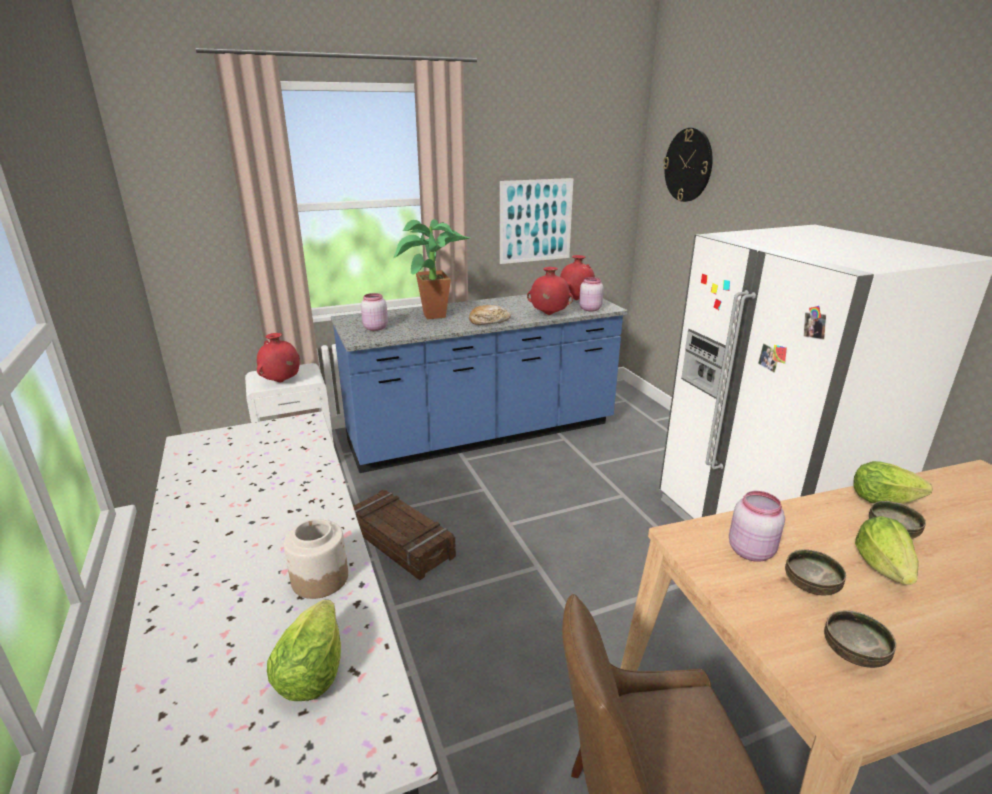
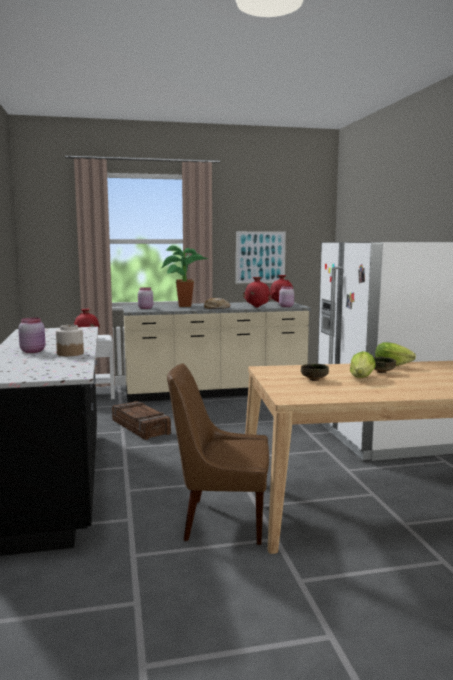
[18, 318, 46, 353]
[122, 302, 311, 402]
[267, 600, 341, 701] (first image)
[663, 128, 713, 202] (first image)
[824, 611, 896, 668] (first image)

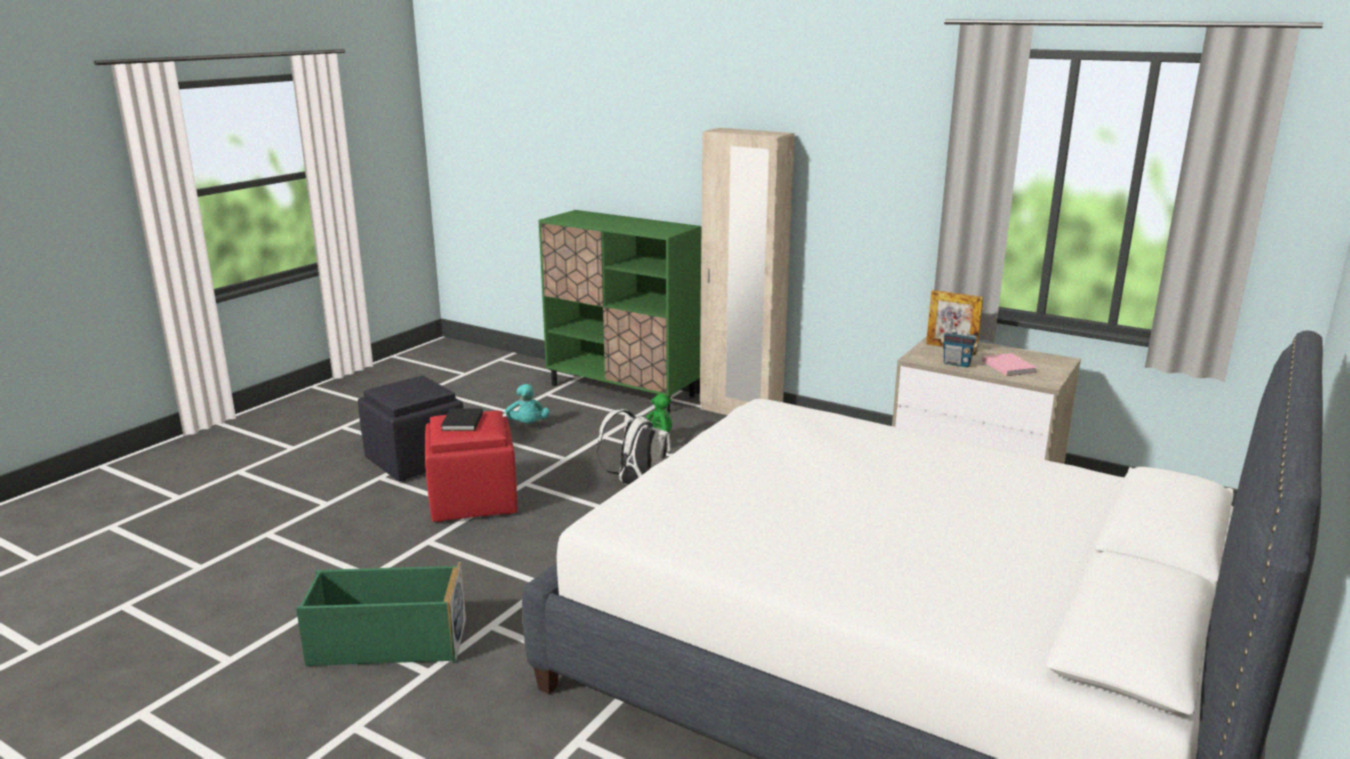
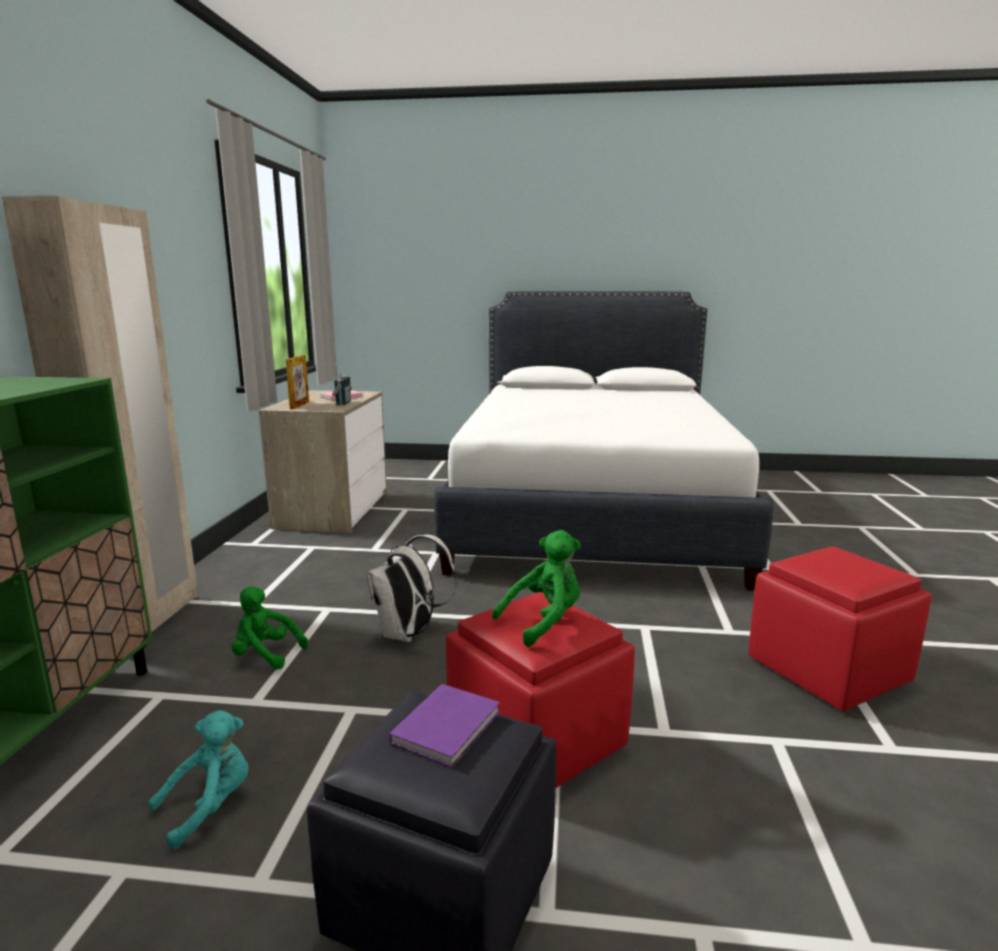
[389, 684, 500, 768]
[492, 530, 581, 647]
[748, 547, 932, 711]

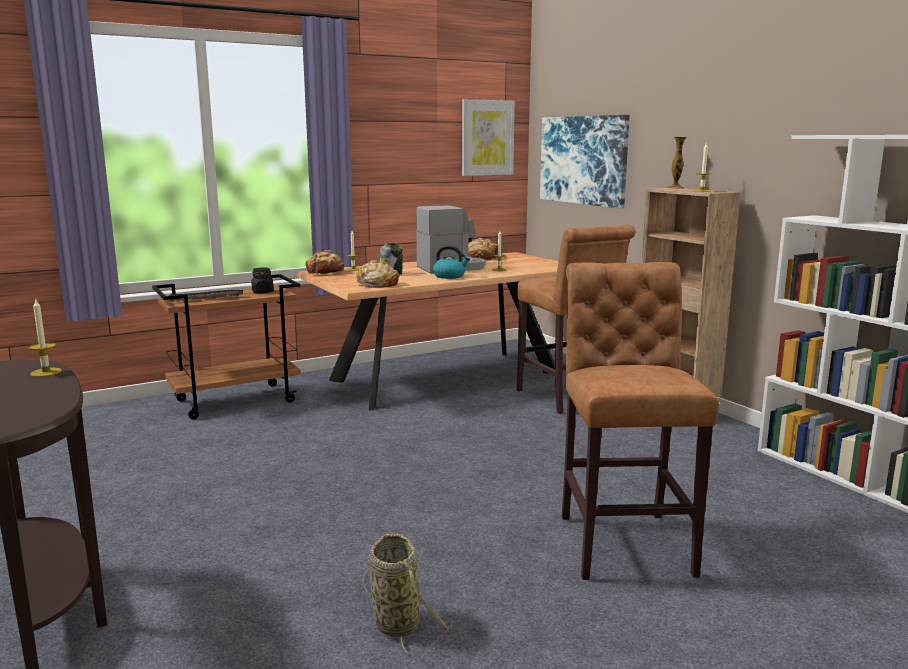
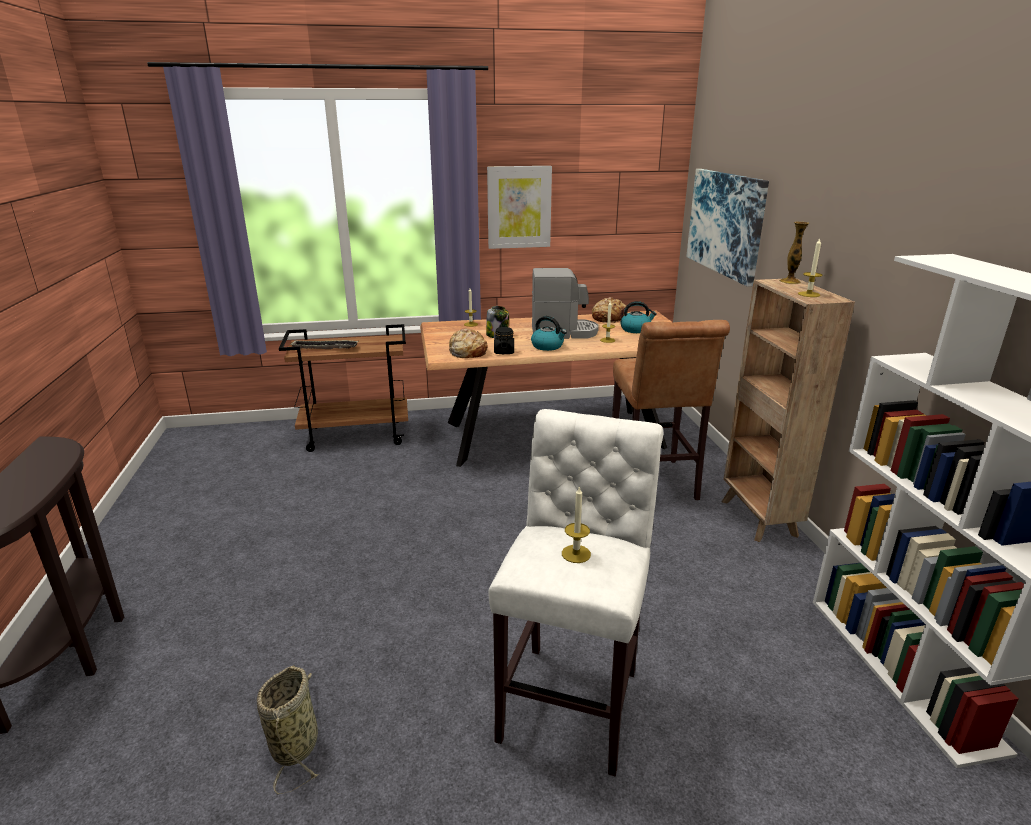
[487, 166, 552, 249]
[489, 409, 664, 776]
[494, 327, 514, 354]
[562, 486, 591, 563]
[620, 301, 657, 333]
[305, 250, 344, 274] (first image)

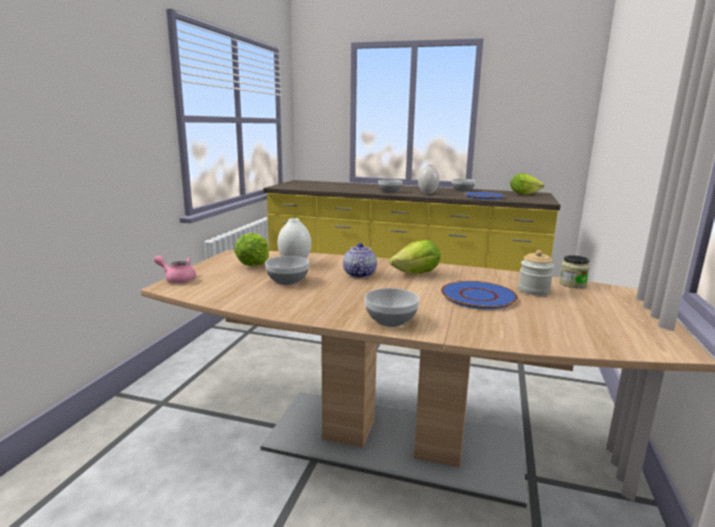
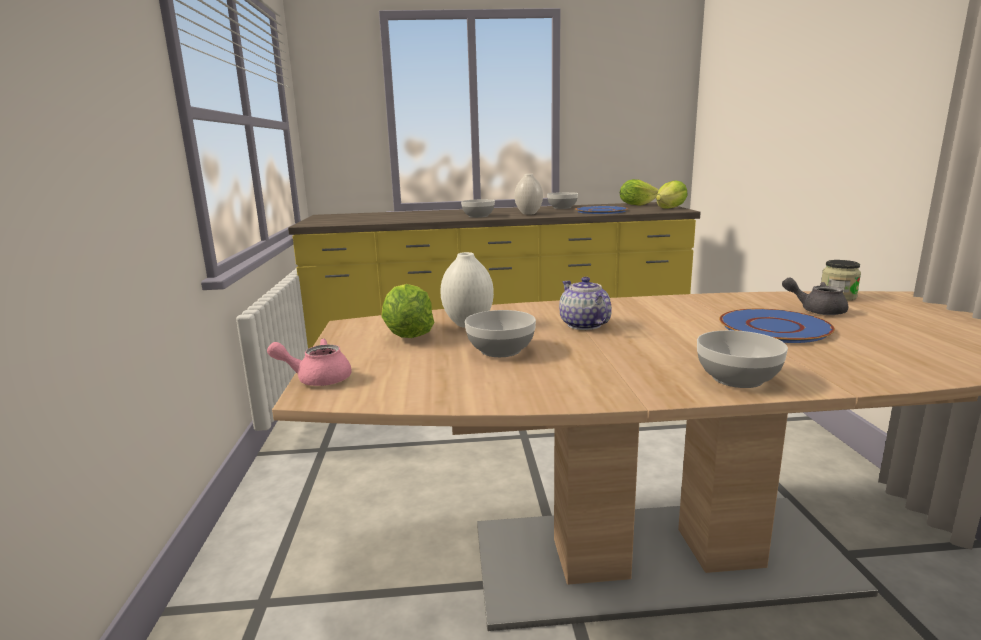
[656, 180, 688, 209]
[782, 277, 848, 315]

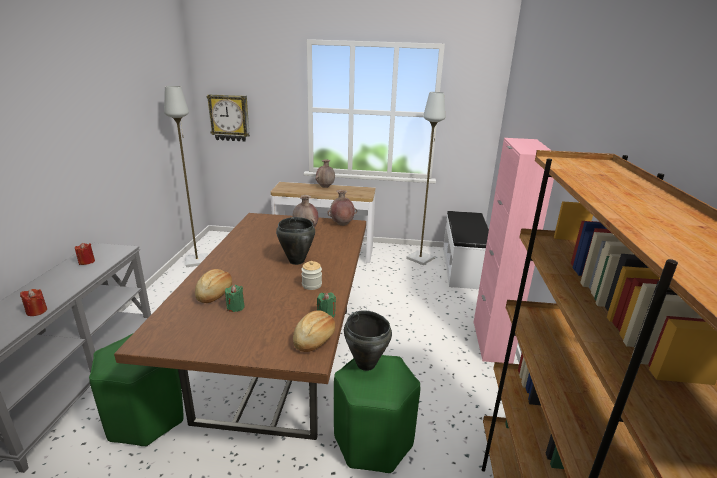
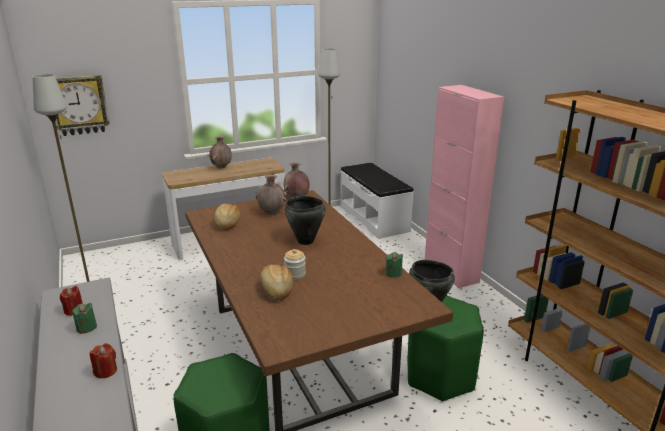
[72, 303, 97, 334]
[214, 204, 240, 230]
[284, 249, 306, 280]

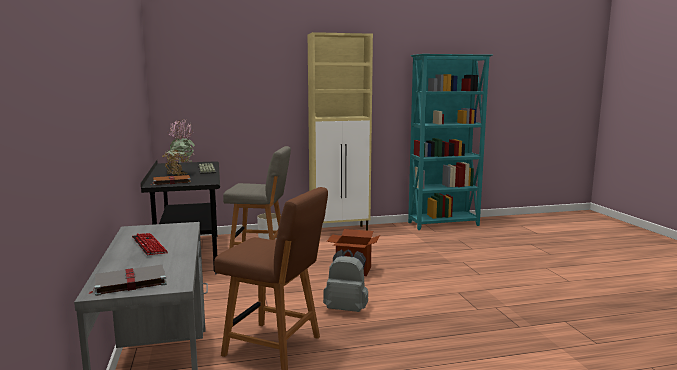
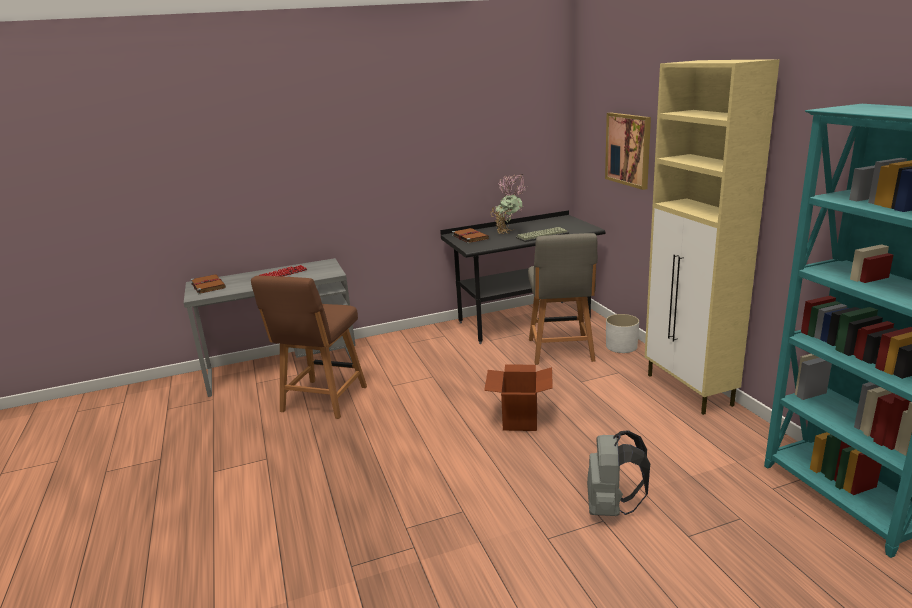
[190, 274, 226, 294]
[587, 430, 650, 516]
[605, 113, 651, 190]

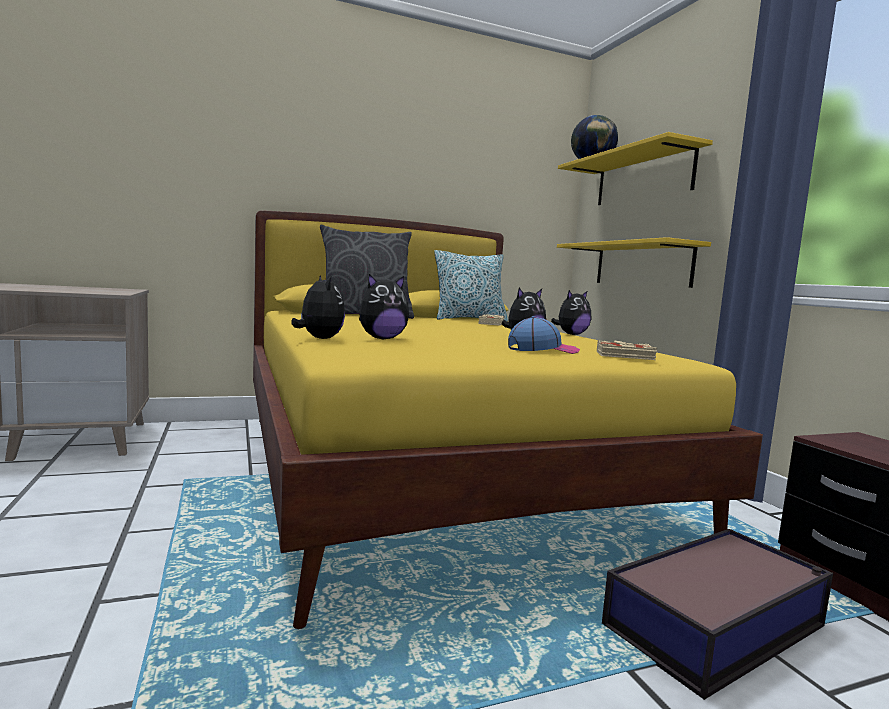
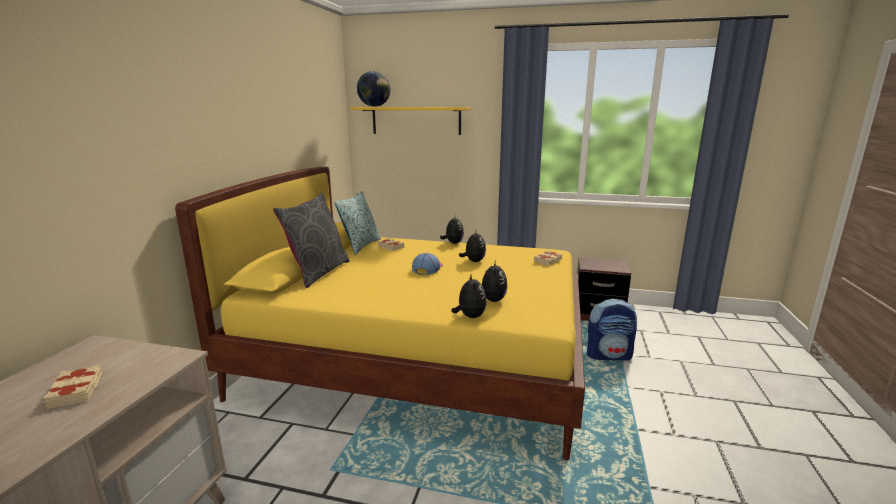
[43, 365, 102, 409]
[412, 253, 443, 275]
[452, 273, 487, 318]
[587, 299, 637, 361]
[557, 237, 711, 288] (first image)

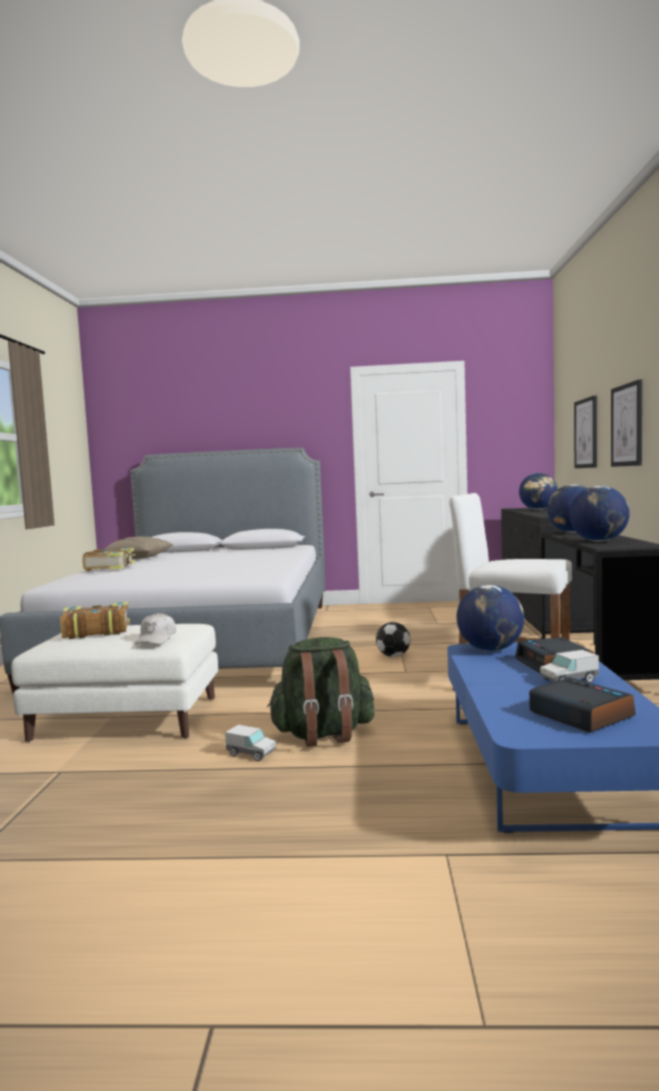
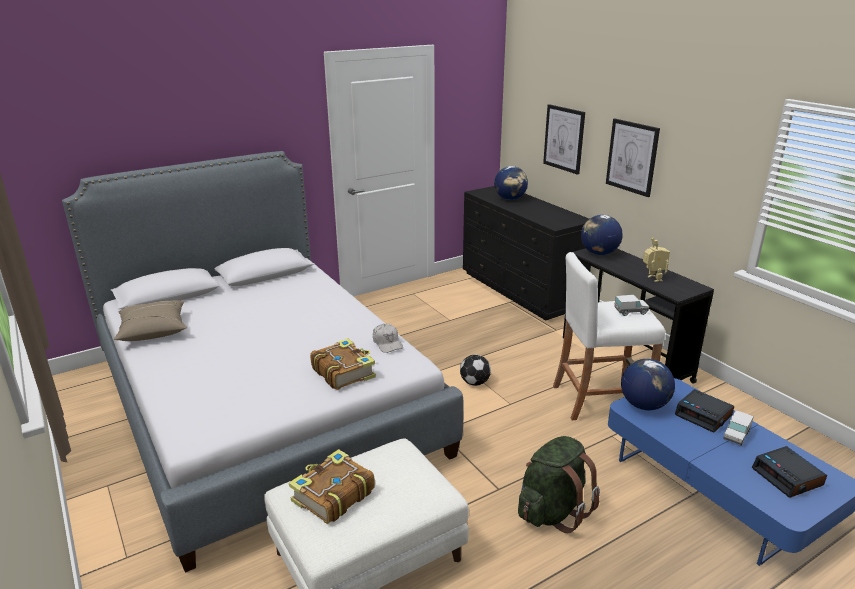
[310, 338, 376, 390]
[373, 324, 403, 353]
[614, 295, 649, 316]
[643, 238, 670, 282]
[752, 446, 827, 498]

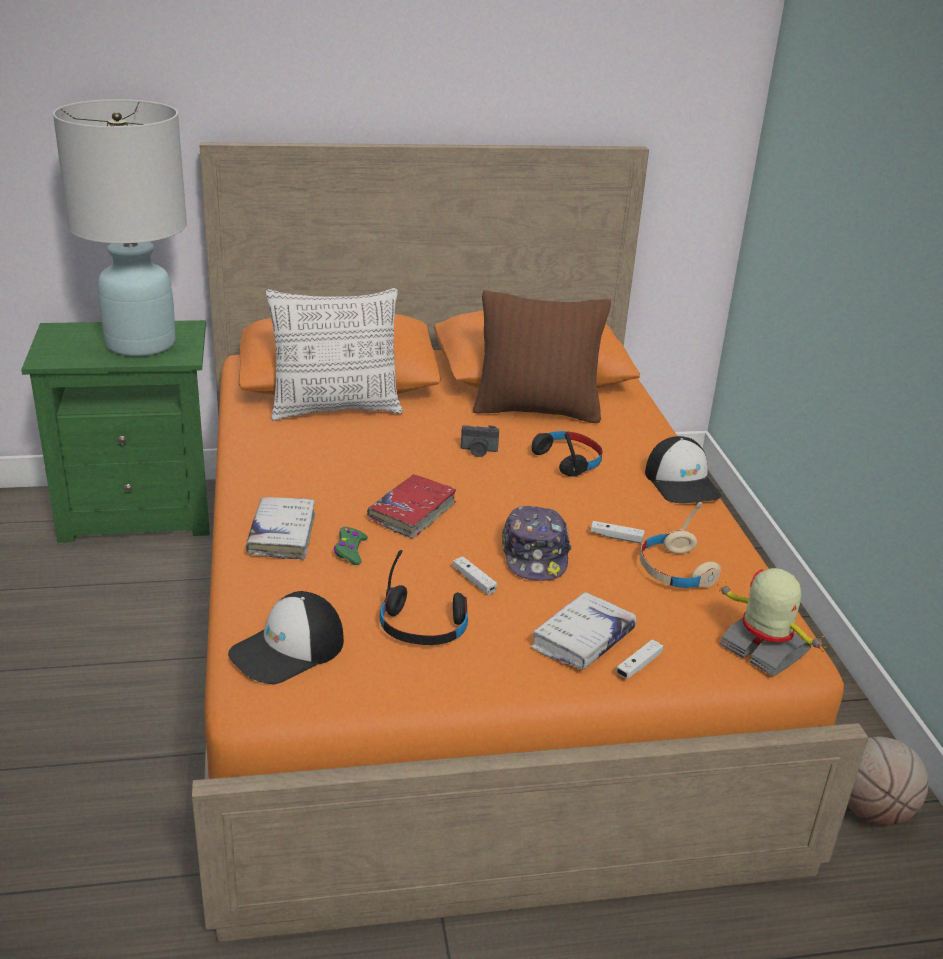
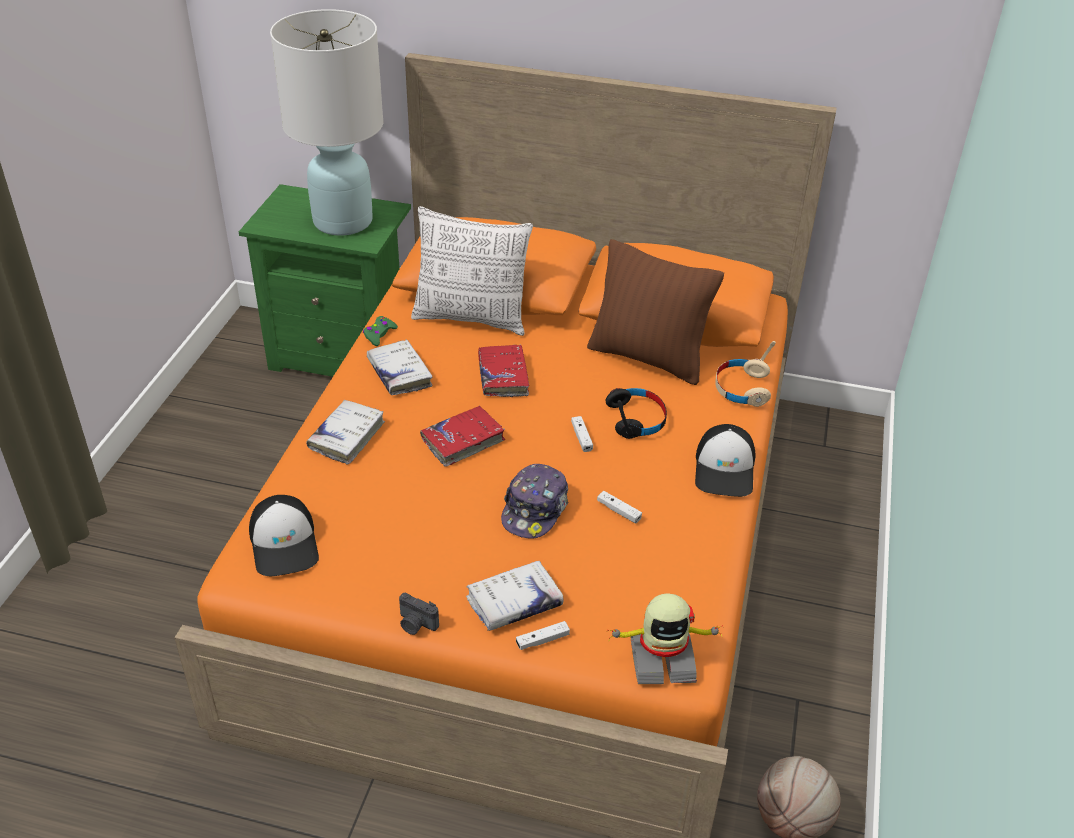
[249, 495, 319, 576]
[363, 316, 398, 346]
[367, 339, 433, 395]
[399, 593, 439, 635]
[478, 345, 529, 397]
[571, 416, 593, 452]
[607, 593, 722, 684]
[715, 341, 776, 407]
[380, 550, 468, 645] (first image)

